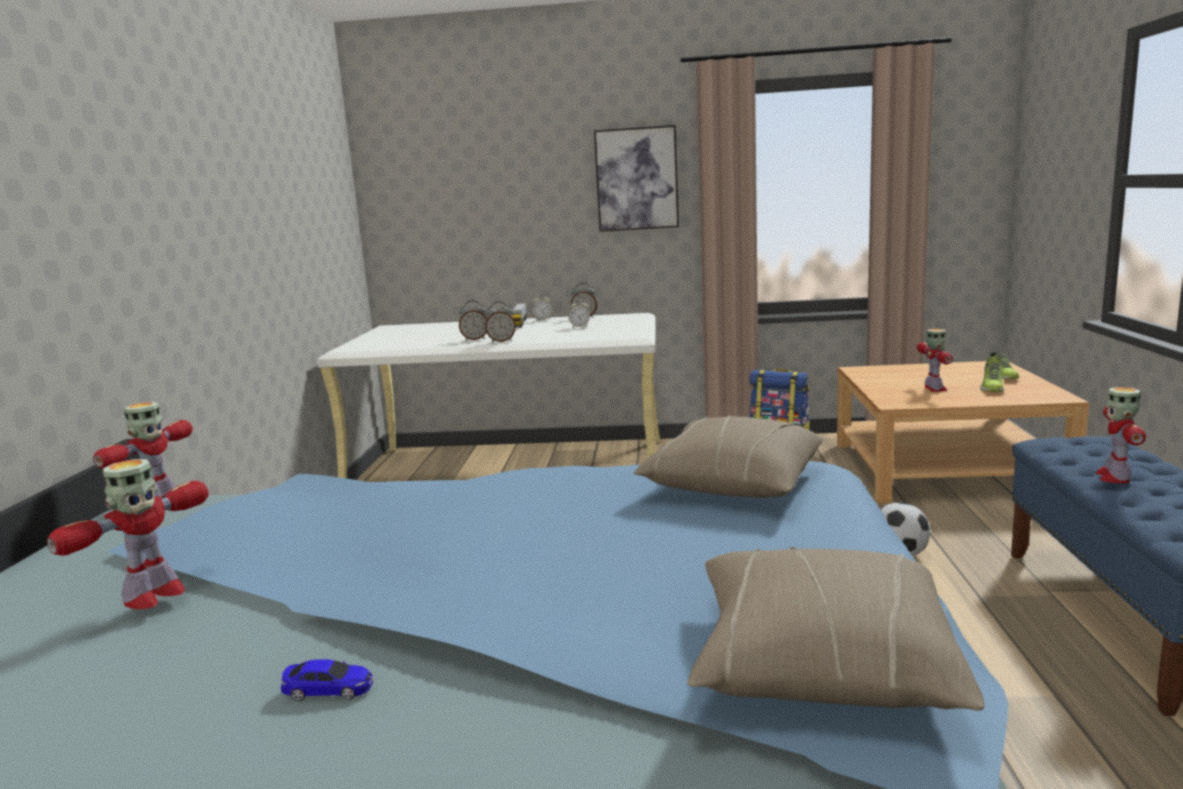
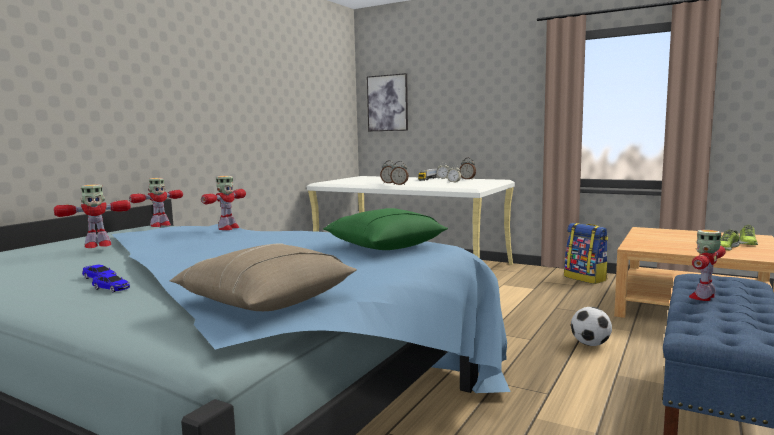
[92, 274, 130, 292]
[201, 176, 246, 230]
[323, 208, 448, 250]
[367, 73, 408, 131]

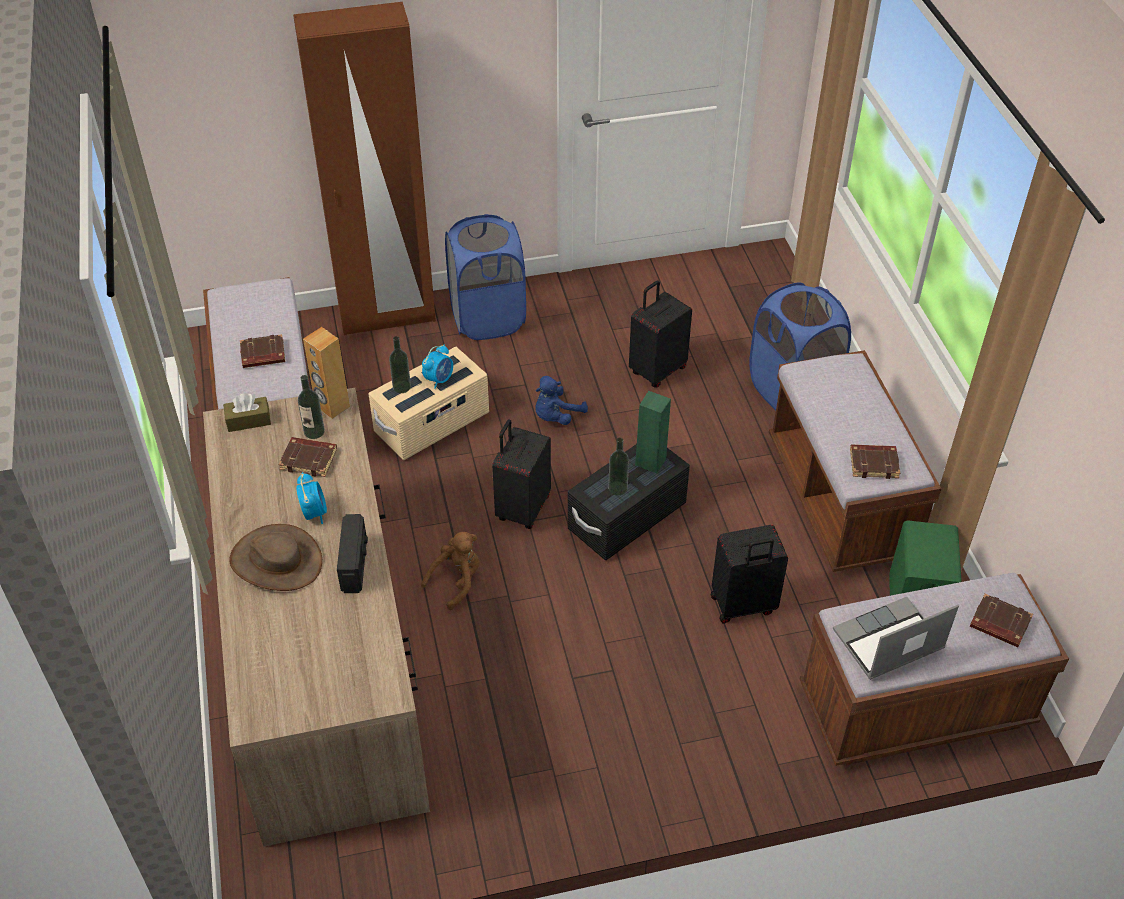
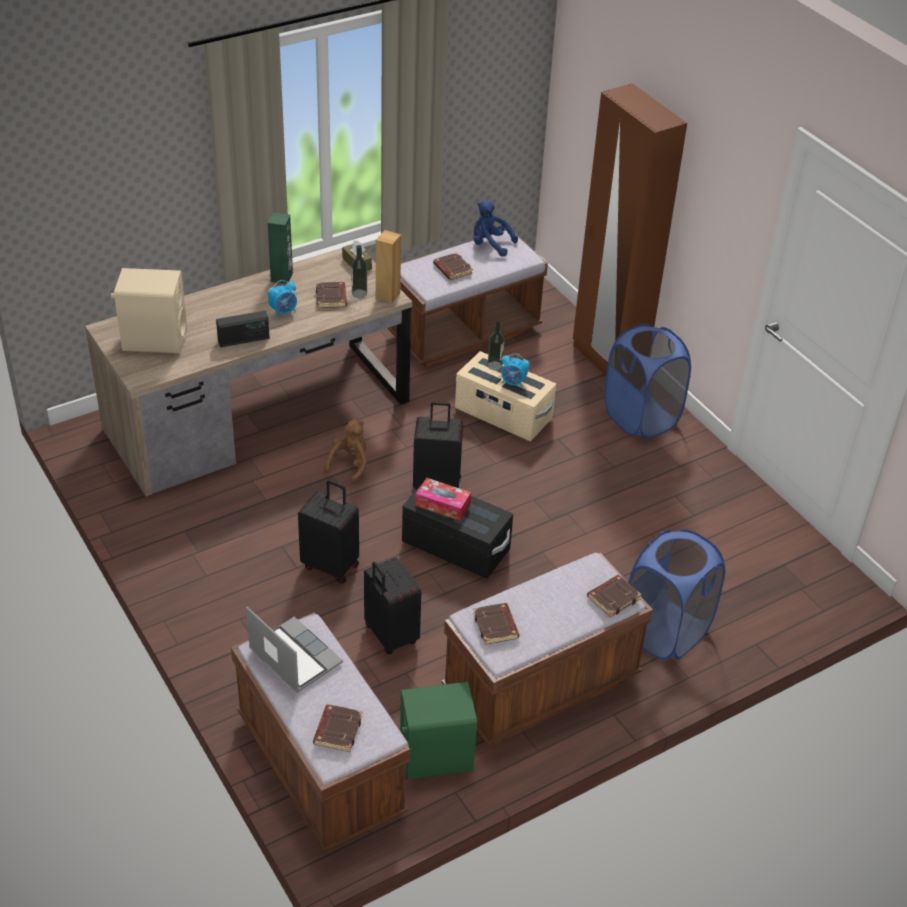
[111, 268, 187, 353]
[268, 213, 293, 284]
[298, 480, 359, 584]
[324, 419, 367, 484]
[415, 478, 471, 520]
[474, 200, 518, 257]
[587, 575, 642, 617]
[229, 524, 322, 591] (first image)

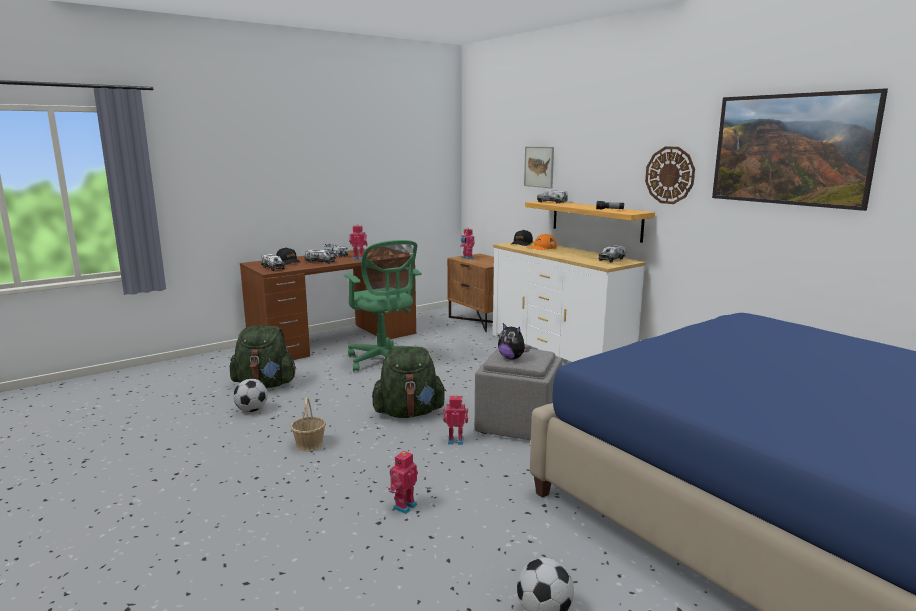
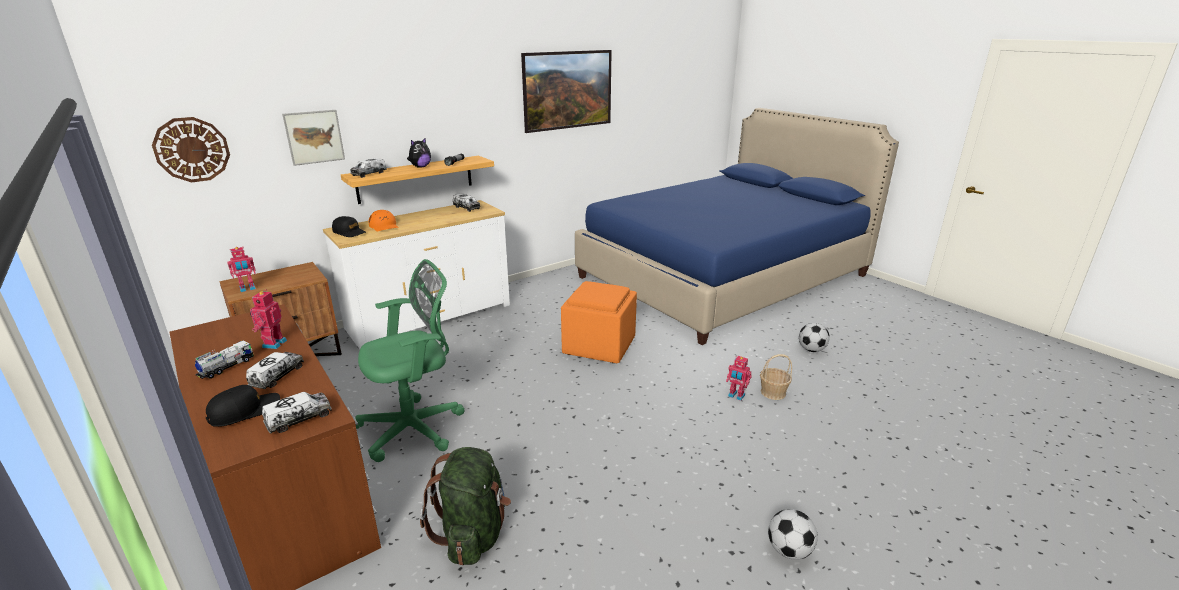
[152, 117, 230, 182]
[407, 137, 431, 168]
[561, 281, 637, 363]
[760, 354, 792, 400]
[768, 509, 818, 560]
[372, 347, 447, 418] (first image)
[443, 395, 468, 445] (first image)

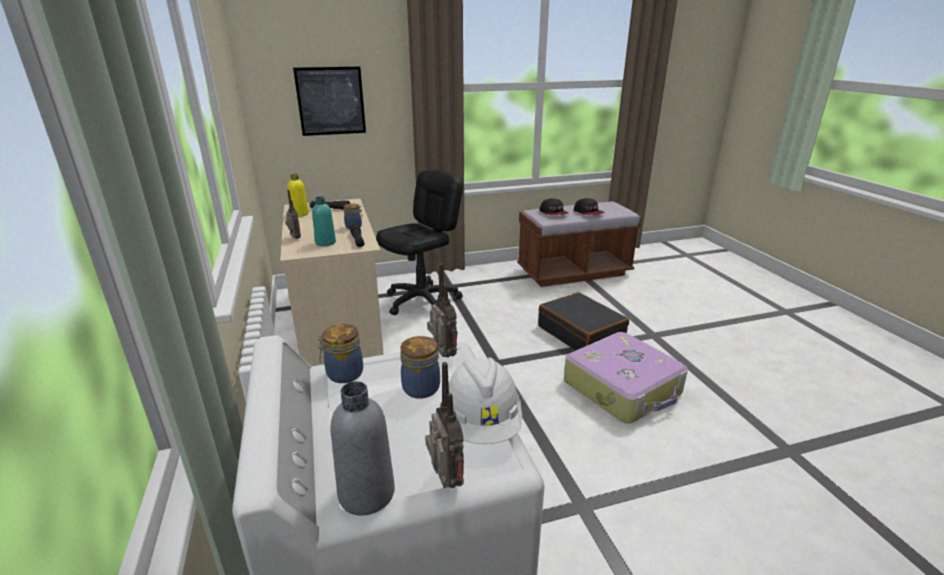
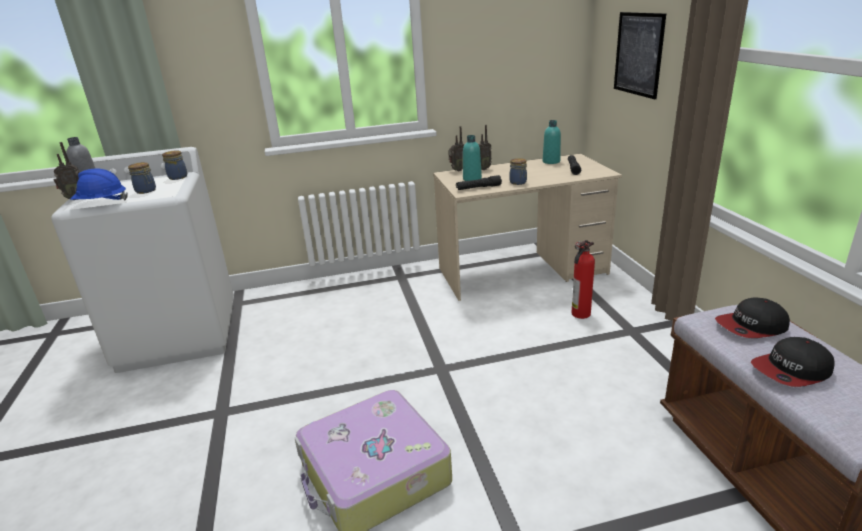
[70, 169, 128, 201]
[448, 126, 464, 171]
[543, 120, 561, 164]
[571, 240, 595, 319]
[538, 292, 629, 351] (first image)

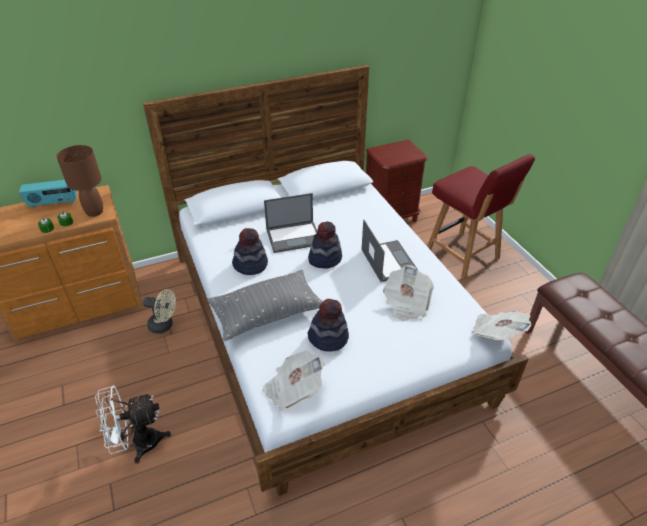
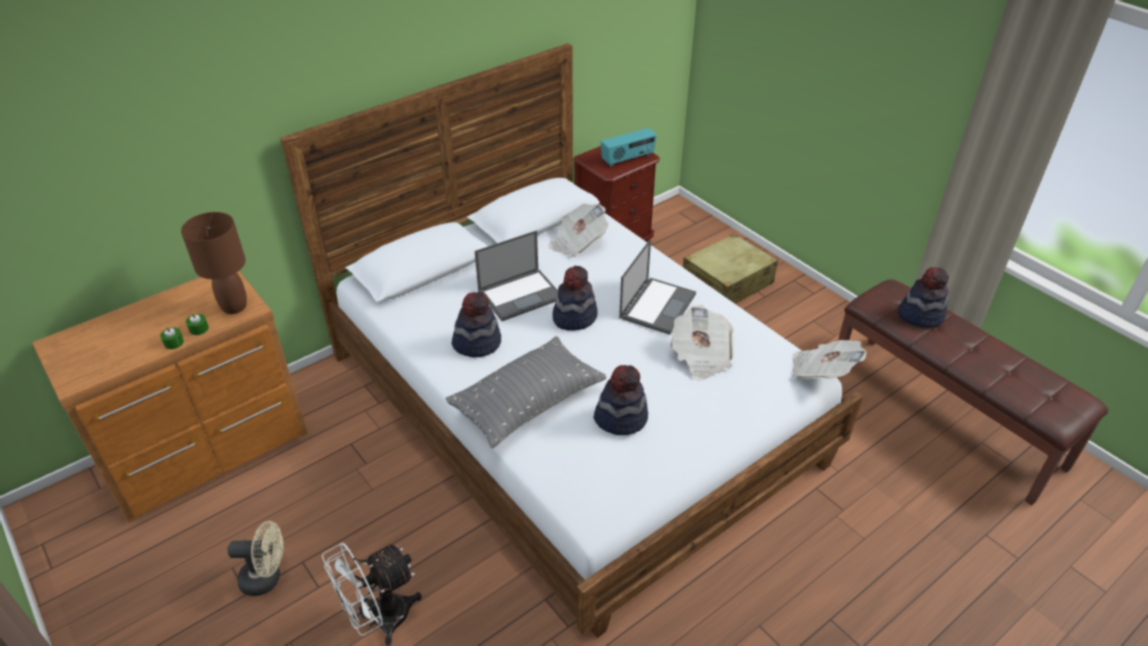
[227, 521, 284, 596]
[548, 203, 608, 257]
[601, 128, 657, 167]
[619, 239, 696, 335]
[683, 233, 778, 303]
[898, 267, 949, 328]

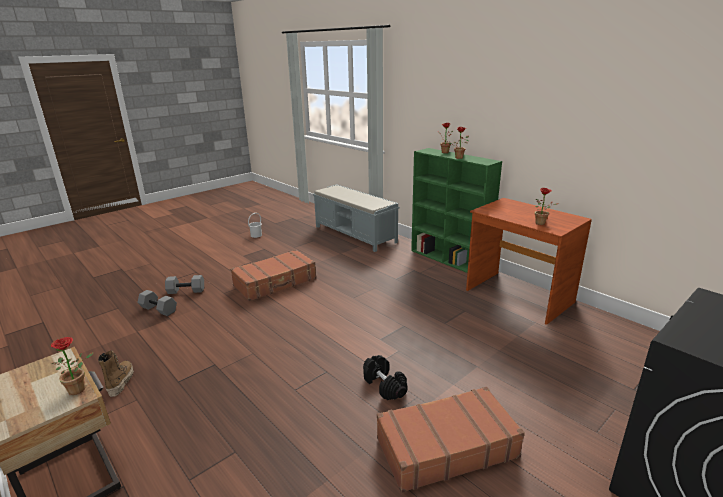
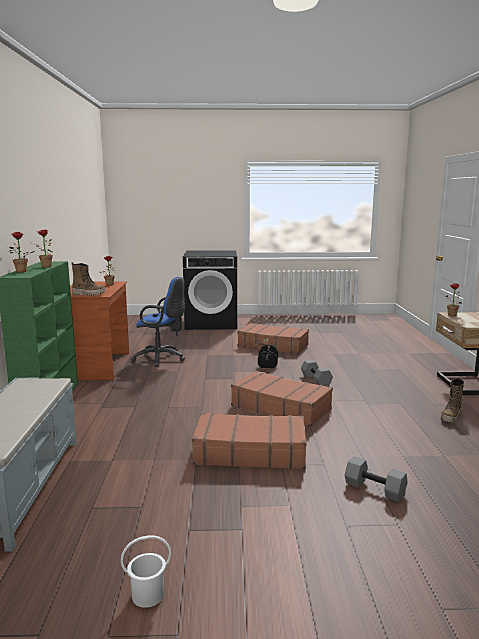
[72, 262, 106, 296]
[131, 277, 185, 367]
[231, 371, 333, 427]
[301, 360, 333, 386]

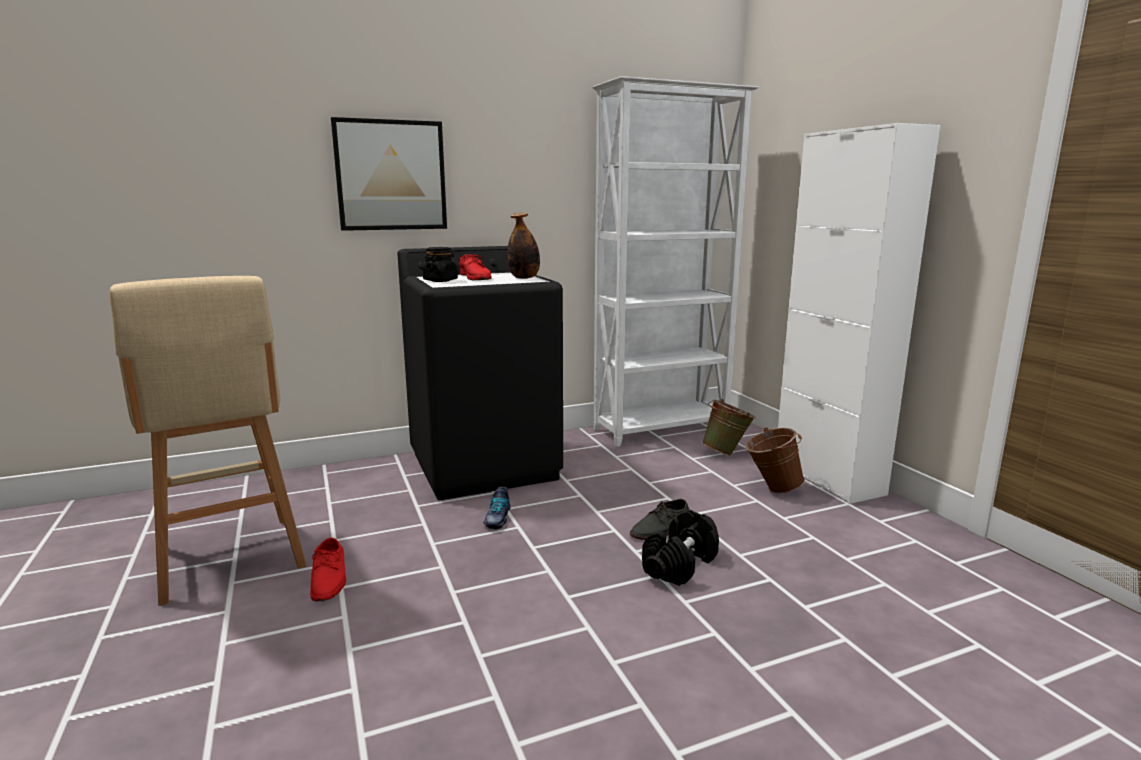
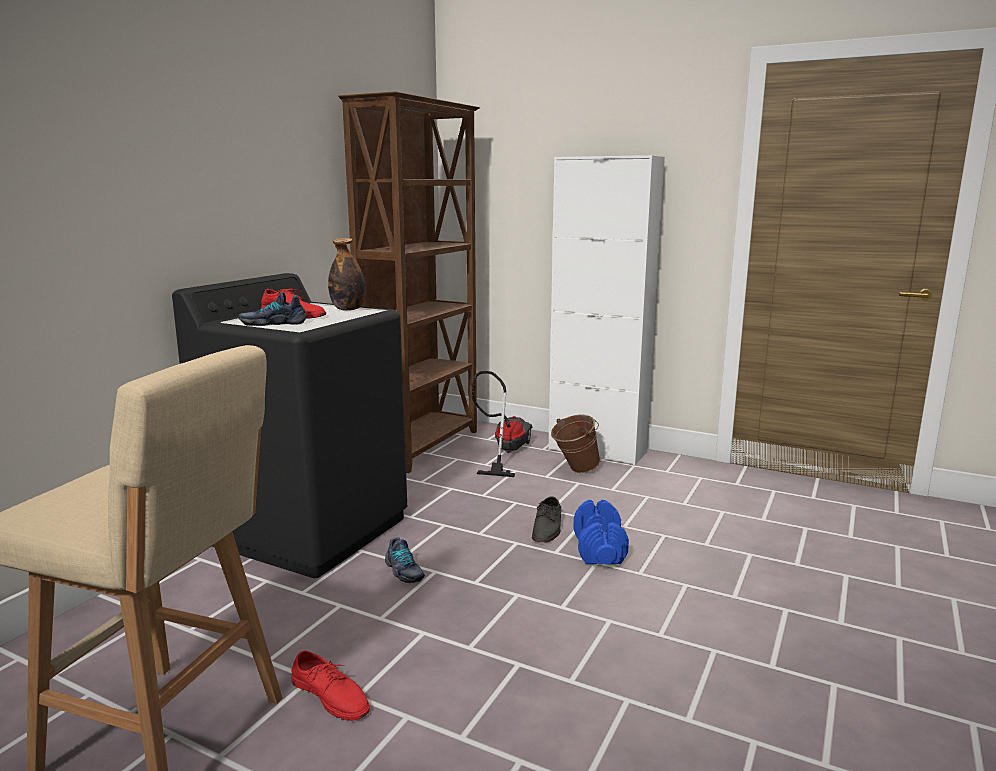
[238, 292, 307, 326]
[338, 91, 480, 473]
[472, 371, 532, 477]
[573, 500, 629, 564]
[331, 117, 447, 231] (first image)

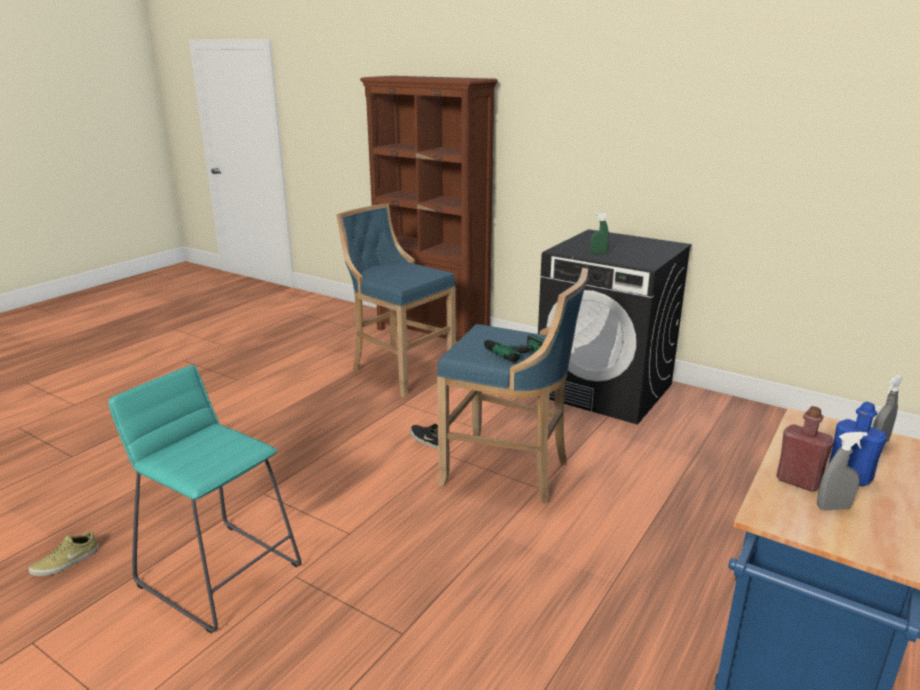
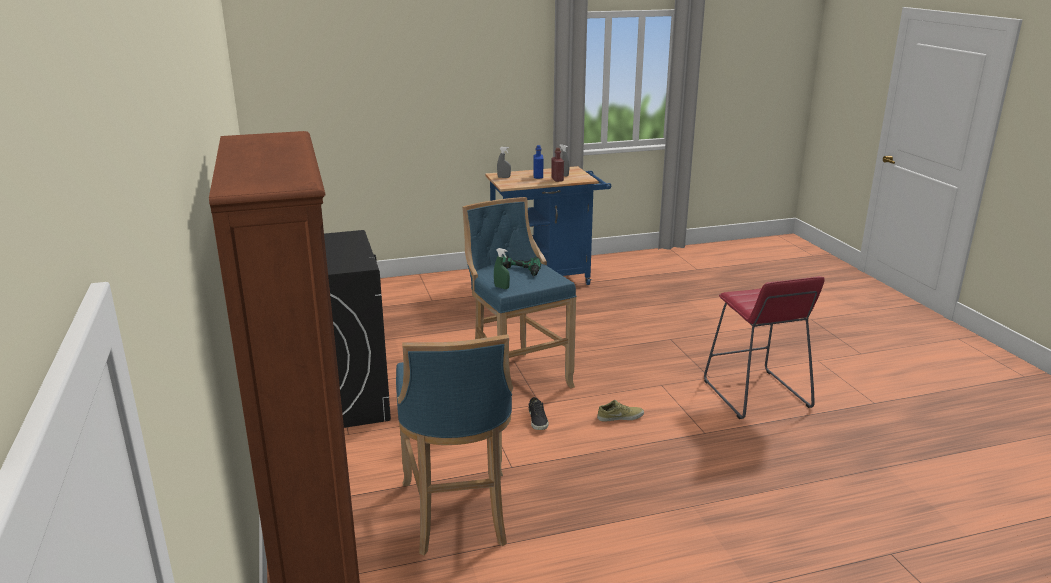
[494, 248, 510, 289]
[597, 400, 644, 422]
[704, 276, 825, 419]

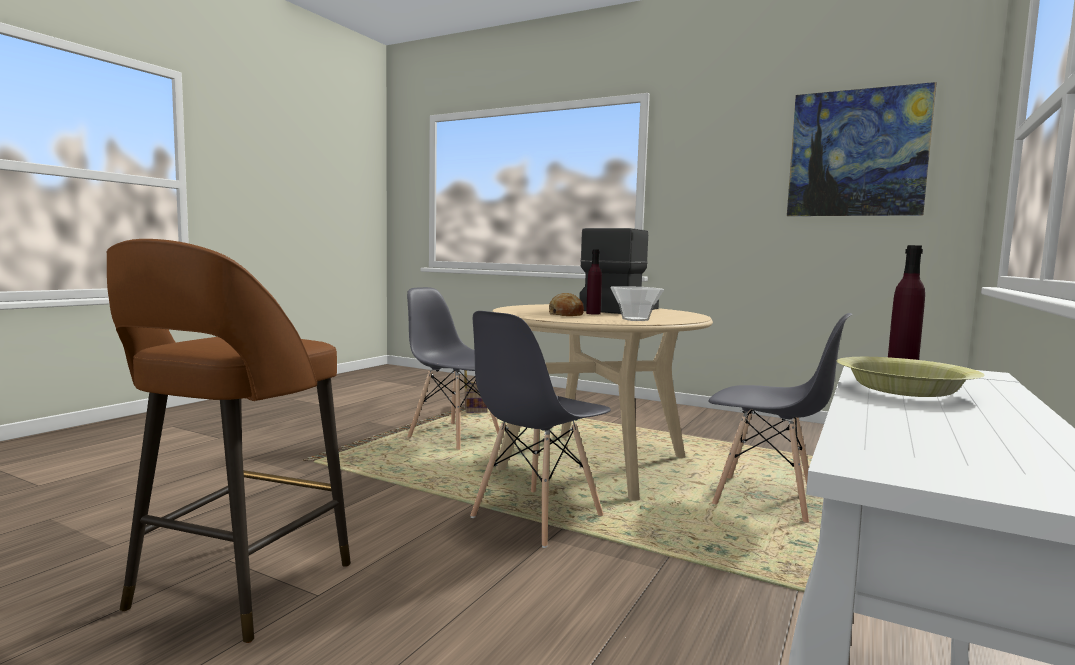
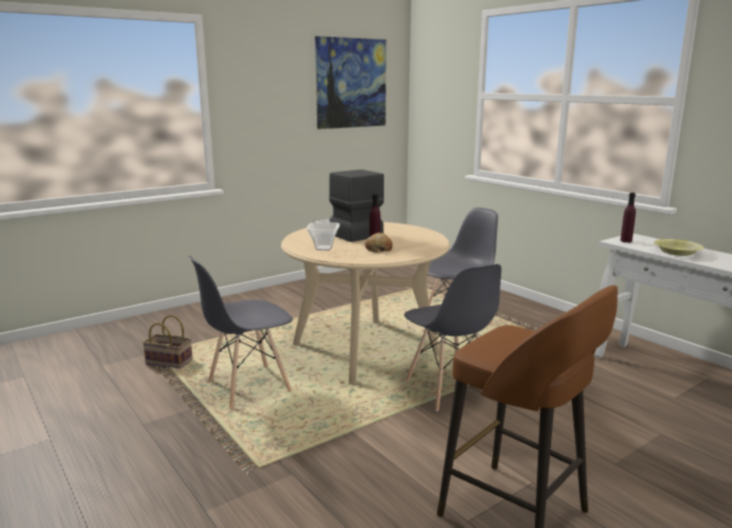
[307, 222, 340, 251]

